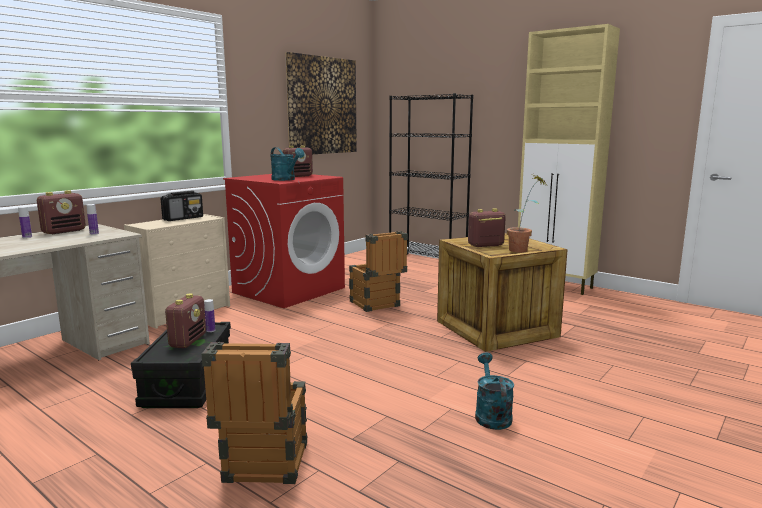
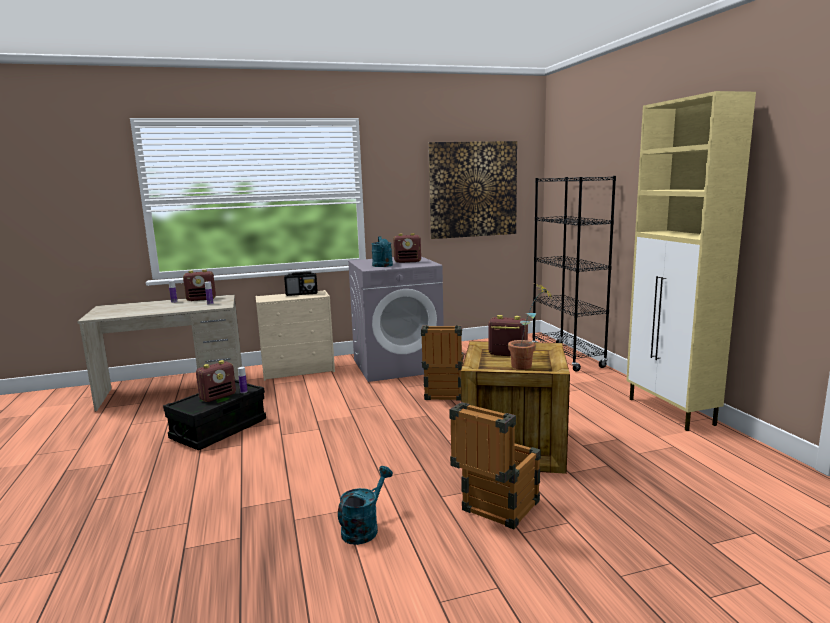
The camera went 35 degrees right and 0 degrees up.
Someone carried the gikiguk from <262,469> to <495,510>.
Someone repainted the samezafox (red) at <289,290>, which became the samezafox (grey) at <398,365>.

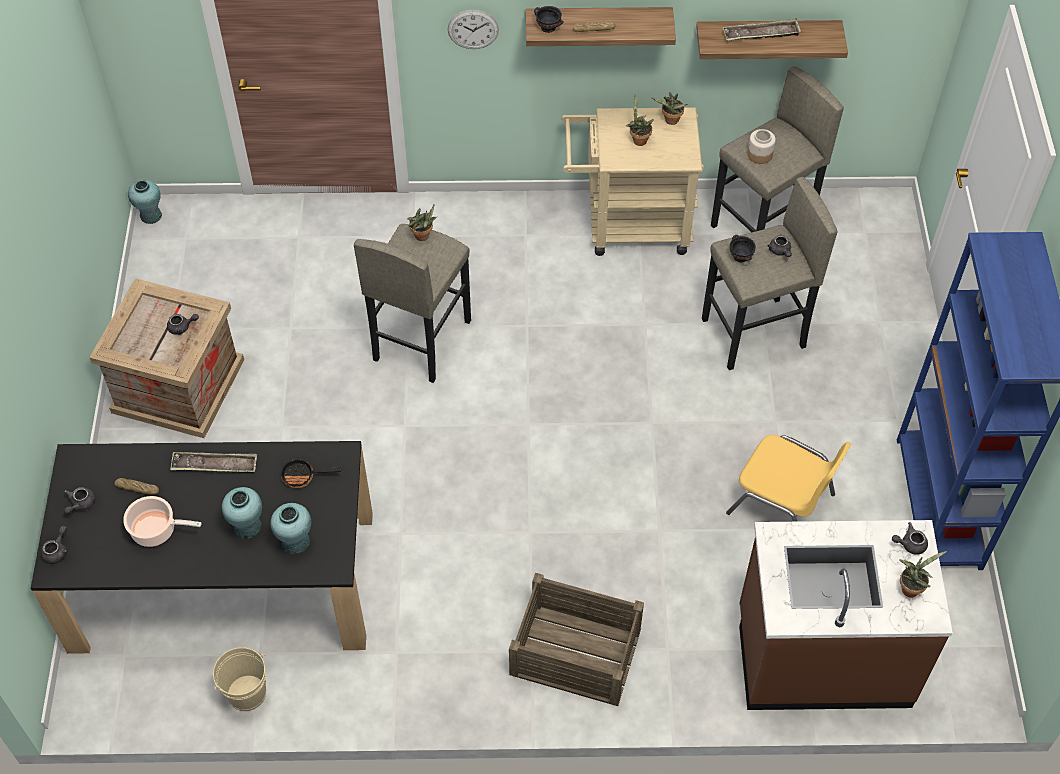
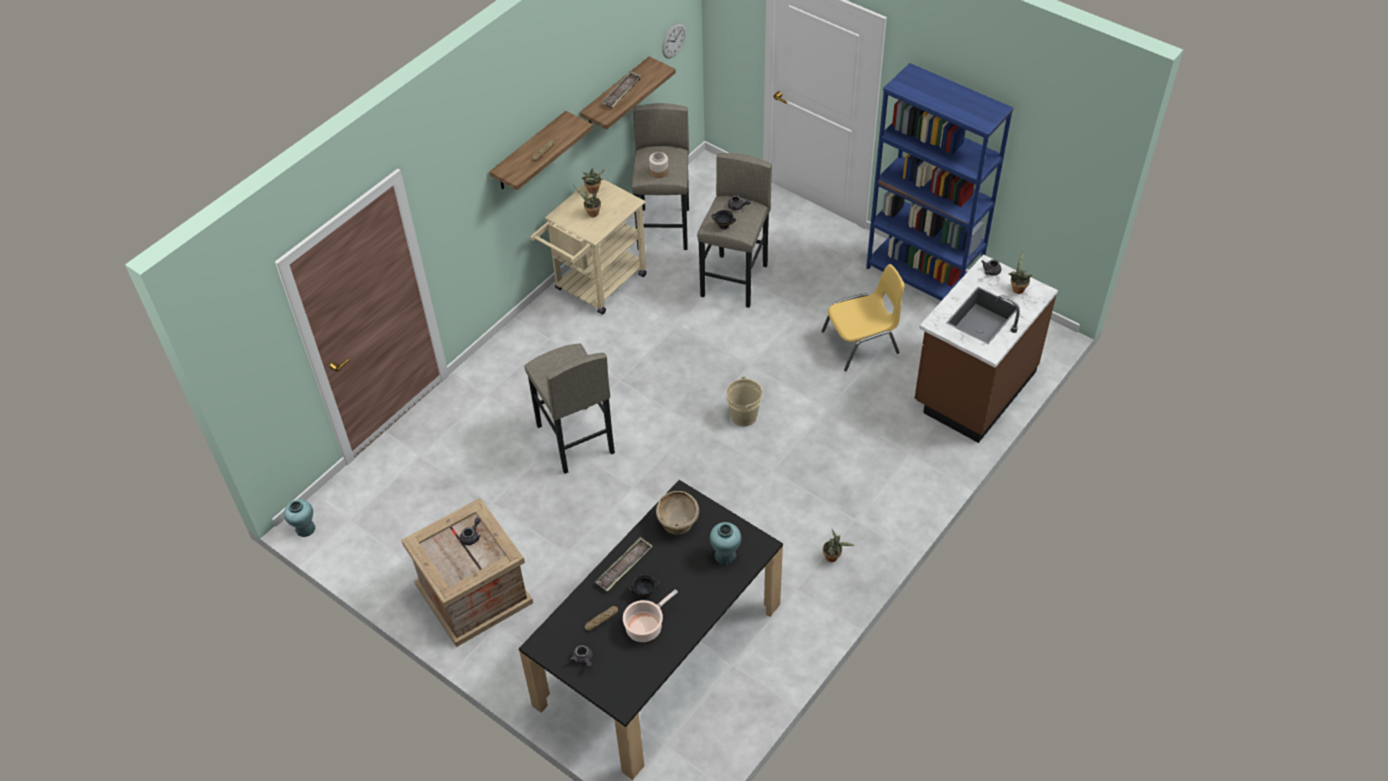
The camera went 50 degrees left and 5 degrees down.
Someone took away the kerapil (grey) at <57,551>.
Someone carried the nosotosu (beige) from <246,693> to <743,416>.
Someone took away the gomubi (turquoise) at <248,526>.
Someone swapped the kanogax at <303,476> for the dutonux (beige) at <678,524>.
Someone carried the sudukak from <423,237> to <833,557>.
Someone carried the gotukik from <473,29> to <673,40>.
Someone took away the gikiguk at <575,653>.
Someone carried the dutonux (black) from <548,27> to <644,592>.

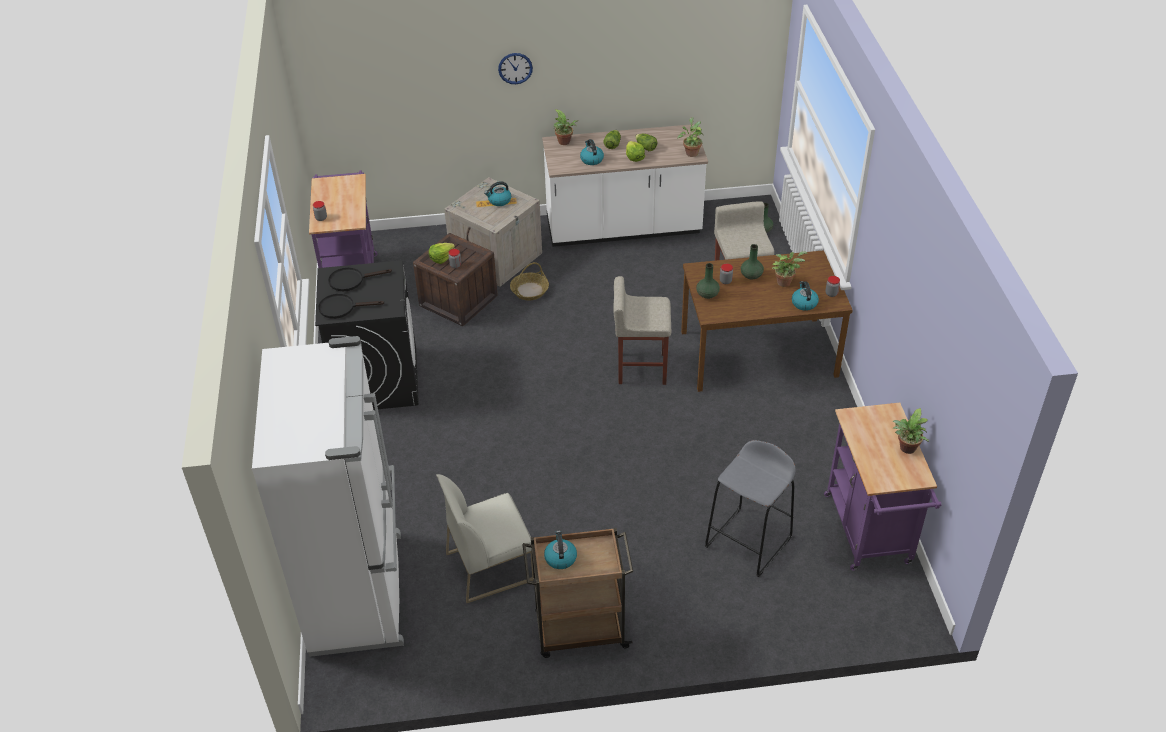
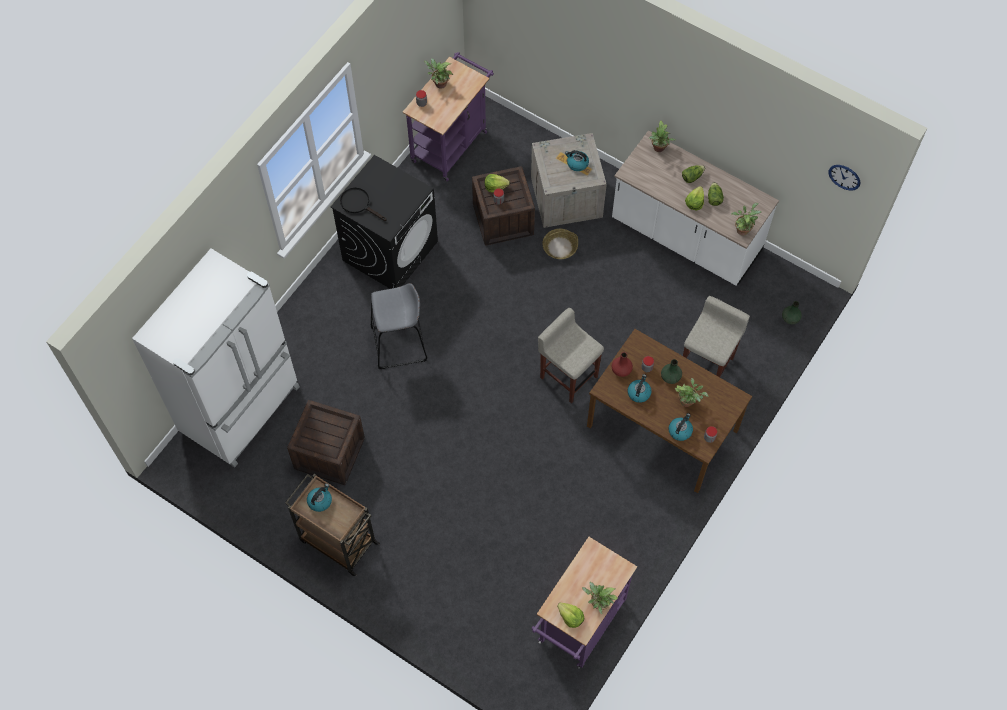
The camera went 40 degrees right and 20 degrees up.
Someone took away the kanogax (black) at <351,280>.
Someone swapped the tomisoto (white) at <490,566> for the gikiguk at <329,453>.
Someone carried the gotukik from <515,68> to <844,177>.
Someone carried the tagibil from <591,159> to <639,392>.
Someone repainted the gomubi (green) at <707,294>, which became the gomubi (red) at <621,370>.
Someone carried the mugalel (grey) from <749,542> to <399,344>.
Someone put down the sudukak at <439,84>.
Someone put down the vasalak at <570,617>.

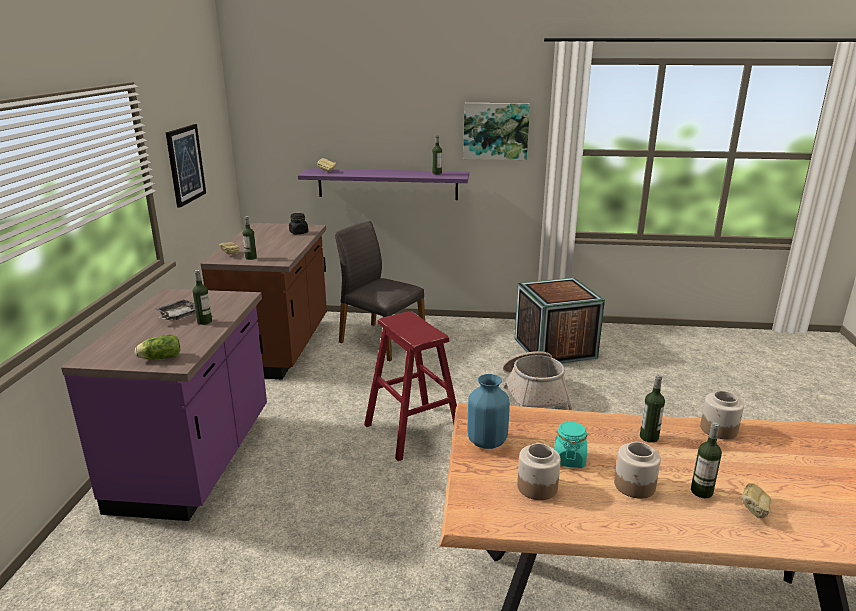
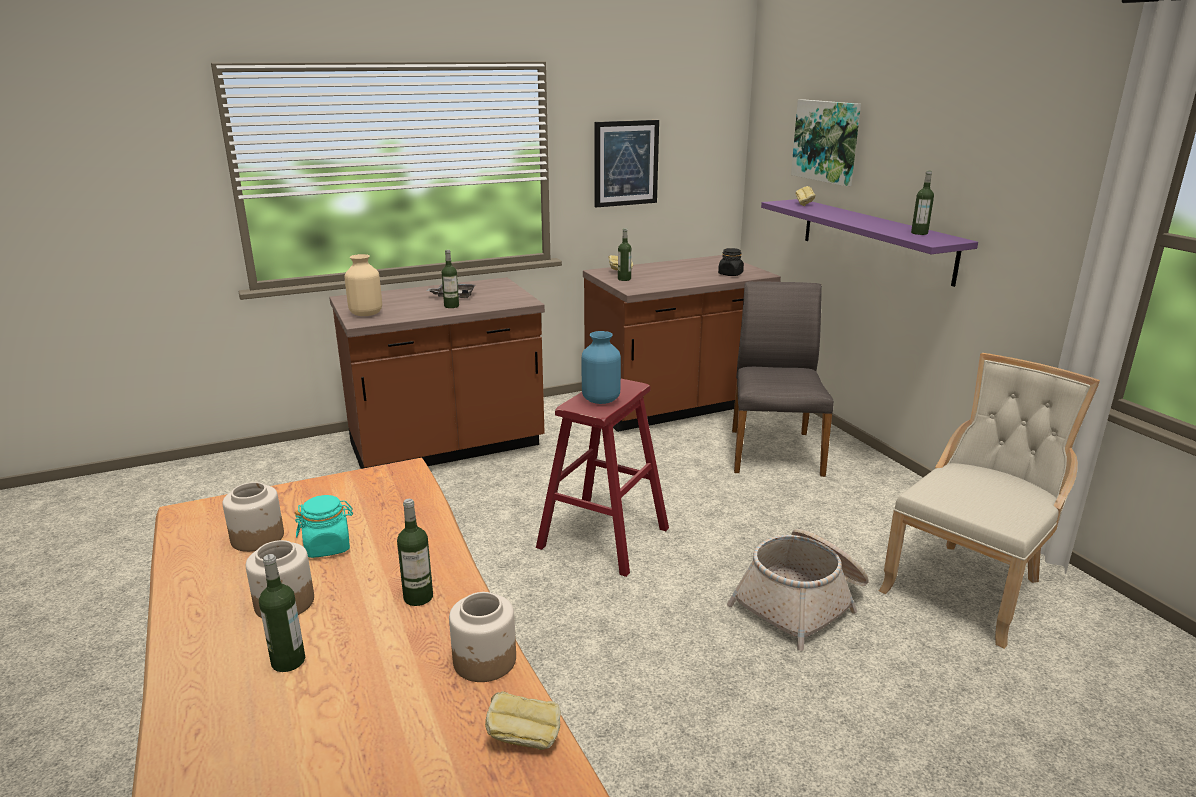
The camera went 60 degrees right and 0 degrees up.
Someone repainted the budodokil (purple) at <196,460>, which became the budodokil (brown) at <447,447>.
Someone swapped the vasalak at <159,358> for the gomubi (beige) at <366,314>.
Someone carried the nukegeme from <495,131> to <826,141>.
Someone carried the gomubi (blue) from <487,441> to <601,400>.
Someone swapped the gikiguk at <554,348> for the tomisoto (beige) at <969,586>.
Someone carried the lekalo from <753,512> to <524,739>.

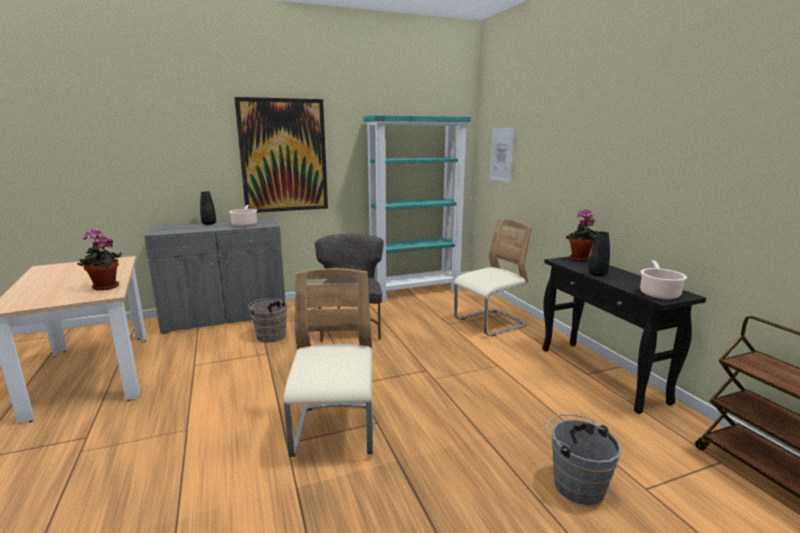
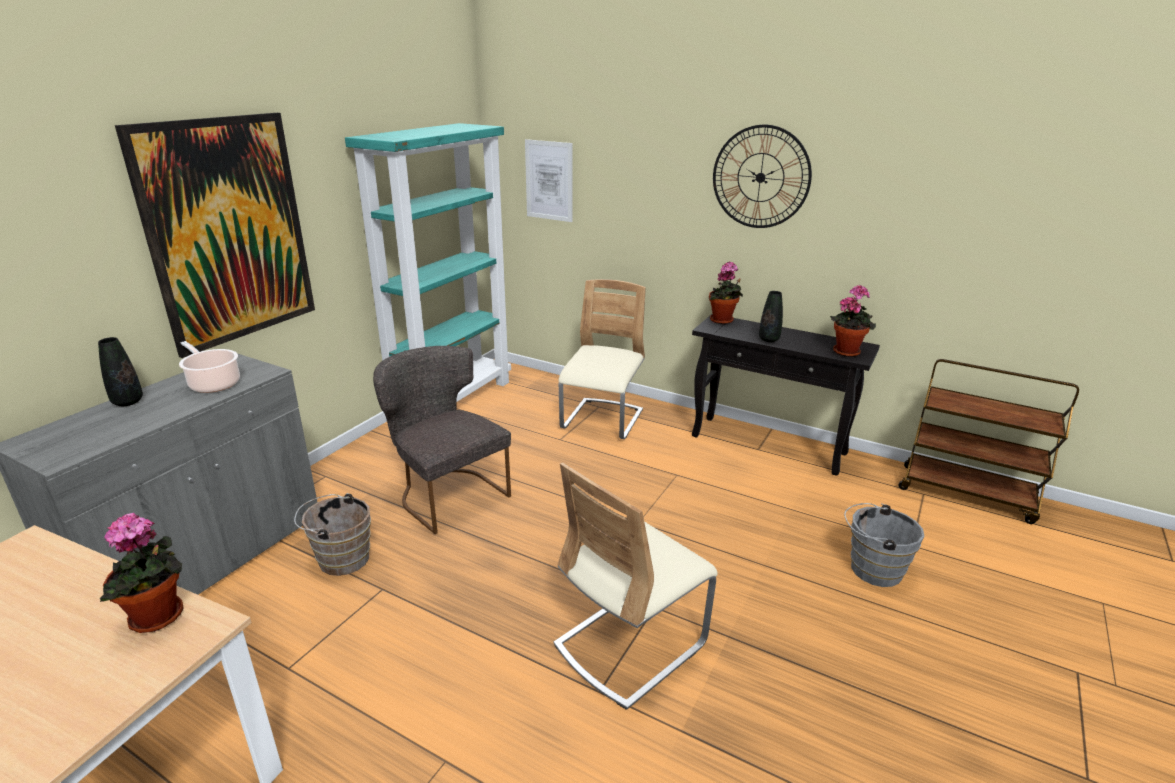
The camera went 40 degrees left and 10 degrees up.
Someone rotated the tomisoto (beige) at <335,432> by 90 degrees counterclockwise.
Someone swapped the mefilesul at <659,293> for the sudukak at <847,351>.
Someone put up the gotukik at <760,177>.

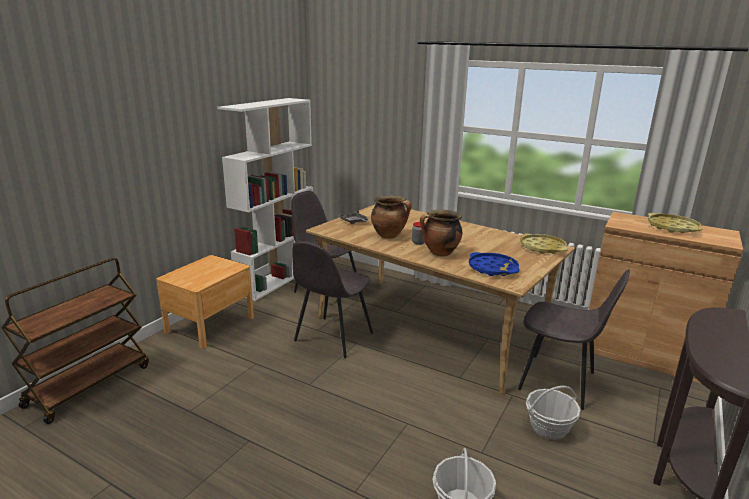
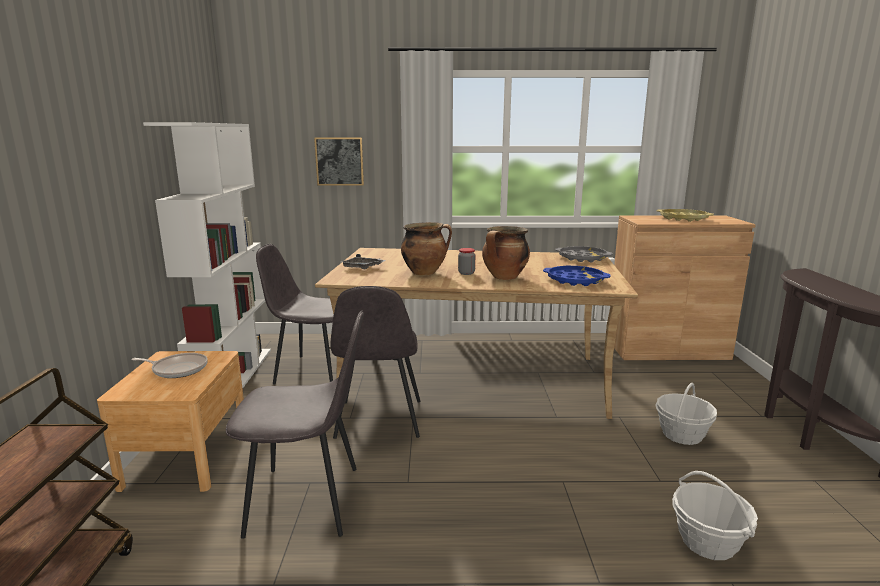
The camera went 30 degrees left and 5 degrees down.
Someone carried the tomisoto (grey) from <559,382> to <308,500>.
Someone repainted the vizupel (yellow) at <542,248>, which became the vizupel (grey) at <582,258>.
Someone put down the kanogax at <178,369>.
Someone put up the nukegeme at <339,161>.

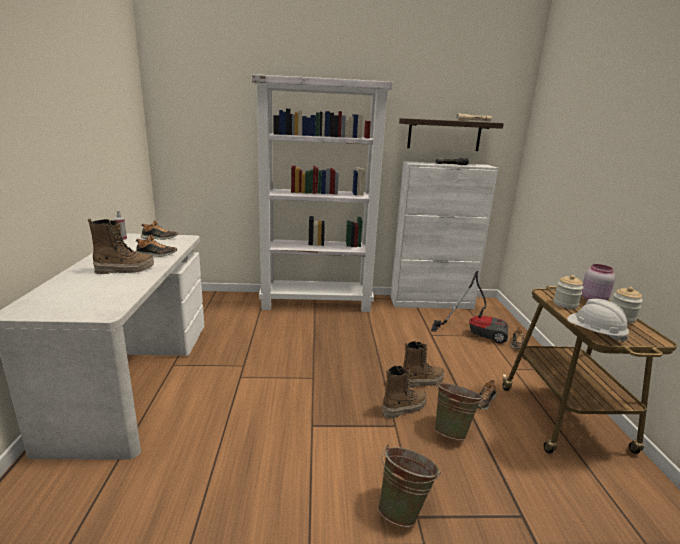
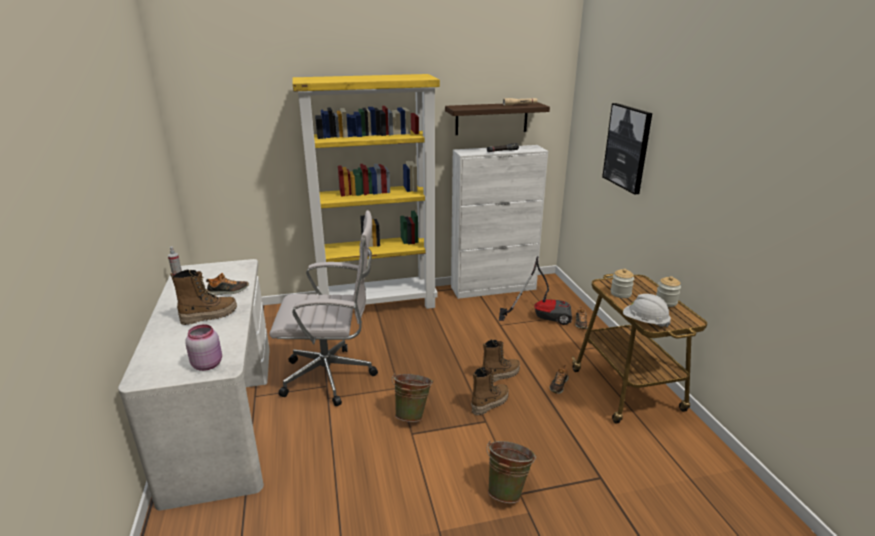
The camera went 10 degrees left and 5 degrees up.
Someone took away the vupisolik at <159,238>.
Someone repainted the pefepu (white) at <317,303>, which became the pefepu (yellow) at <378,304>.
Someone carried the nosotosu (green) from <452,431> to <412,414>.
Someone carried the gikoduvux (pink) from <593,299> to <208,364>.
Someone put down the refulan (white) at <332,376>.
Someone put up the nukegeme at <627,147>.

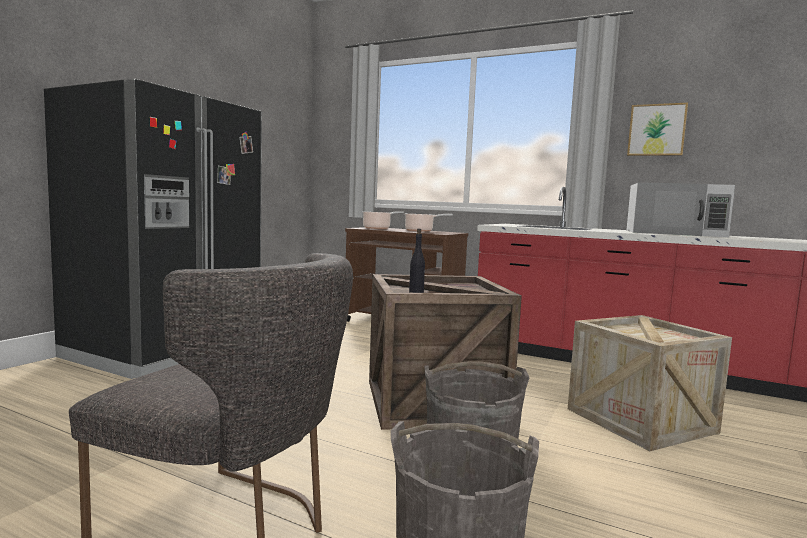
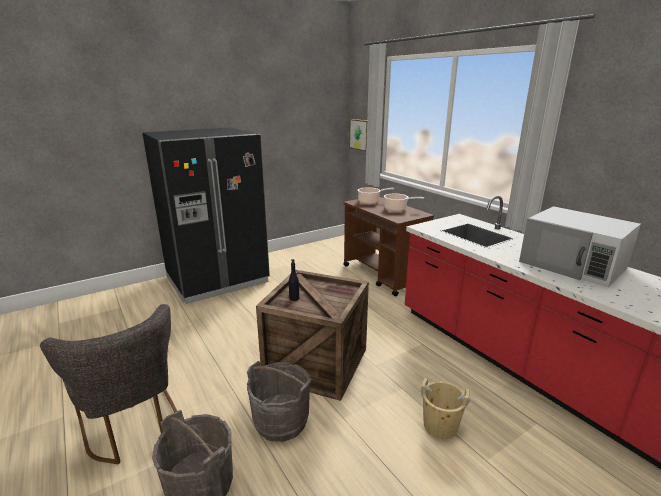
The camera went 30 degrees right and 15 degrees up.
Someone swapped the gikiguk at <640,420> for the nosotosu (beige) at <440,426>.
Someone carried the nukegeme from <656,130> to <360,134>.

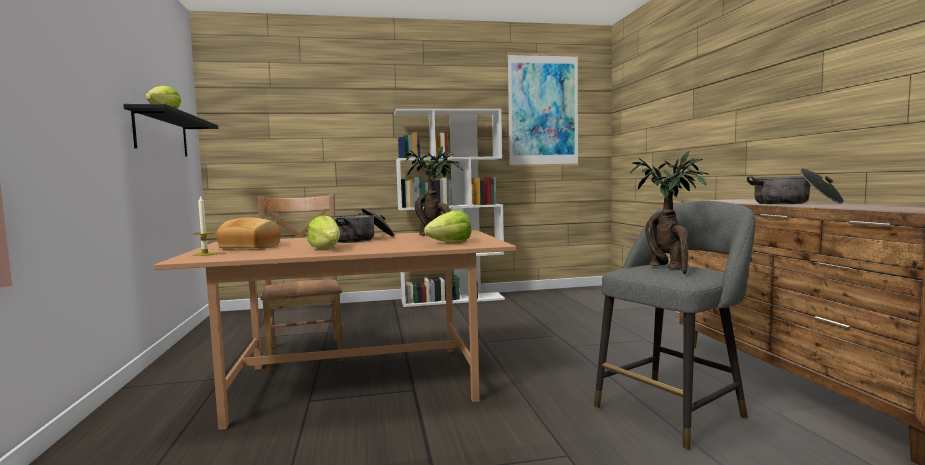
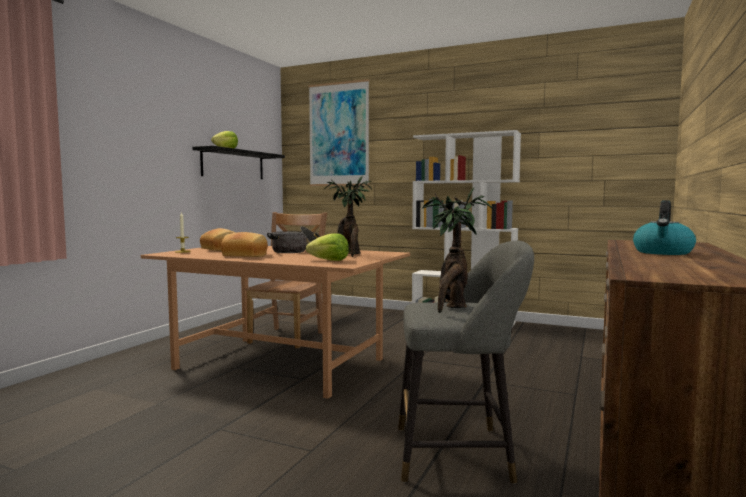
The camera went 35 degrees right and 0 degrees up.
Someone swapped the vasalak at <326,249> for the lekalo at <245,255>.
Someone carried the nukegeme from <543,110> to <339,134>.
Someone swapped the mefilesul at <794,203> for the tagibil at <663,252>.

